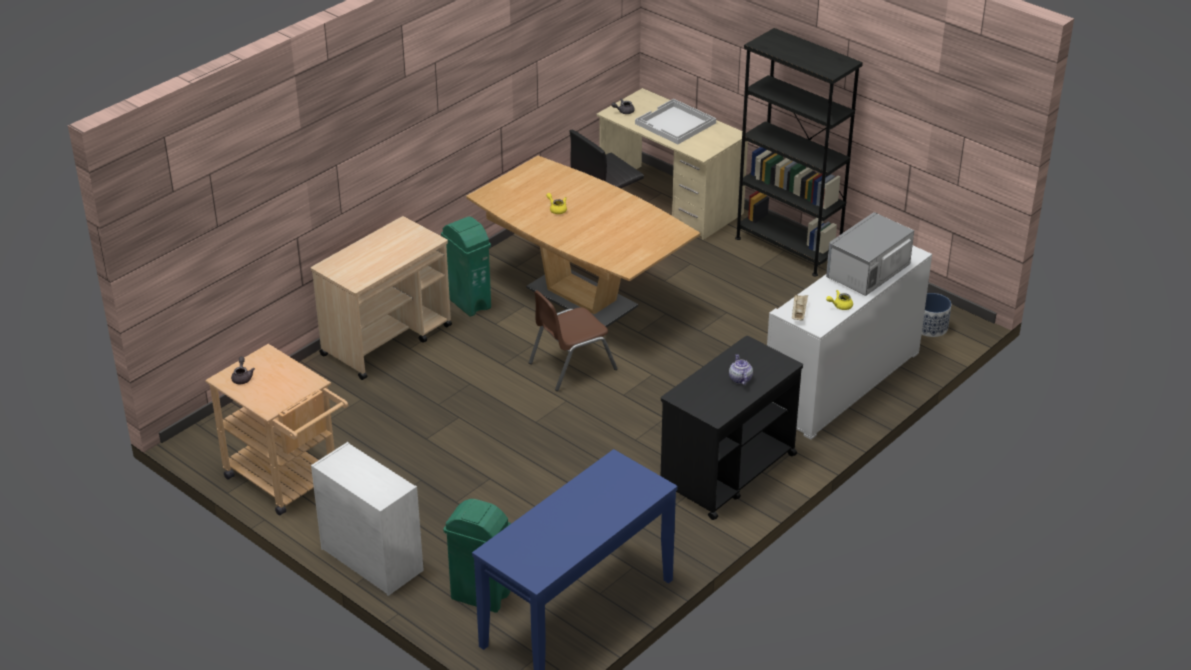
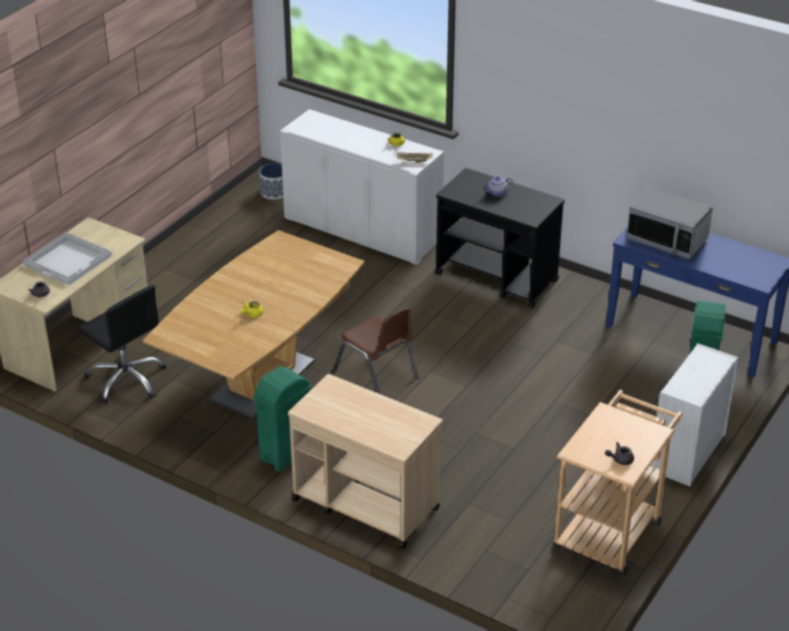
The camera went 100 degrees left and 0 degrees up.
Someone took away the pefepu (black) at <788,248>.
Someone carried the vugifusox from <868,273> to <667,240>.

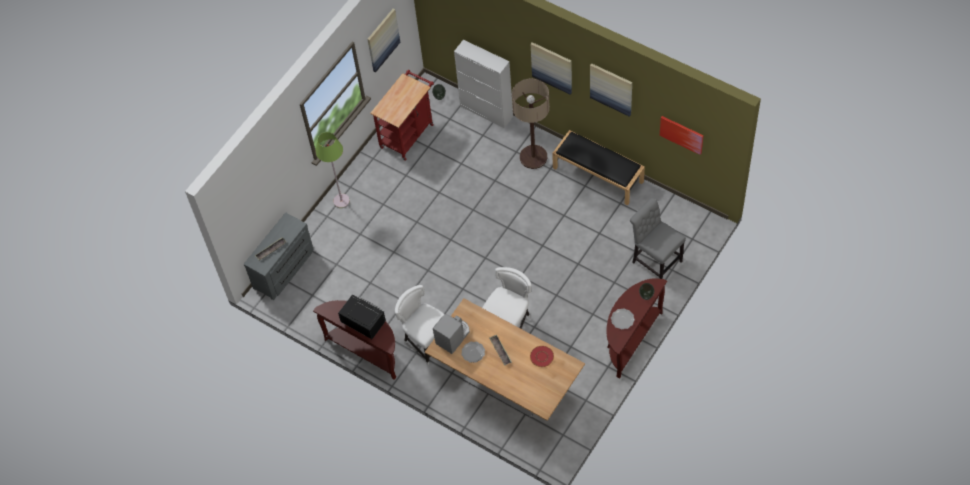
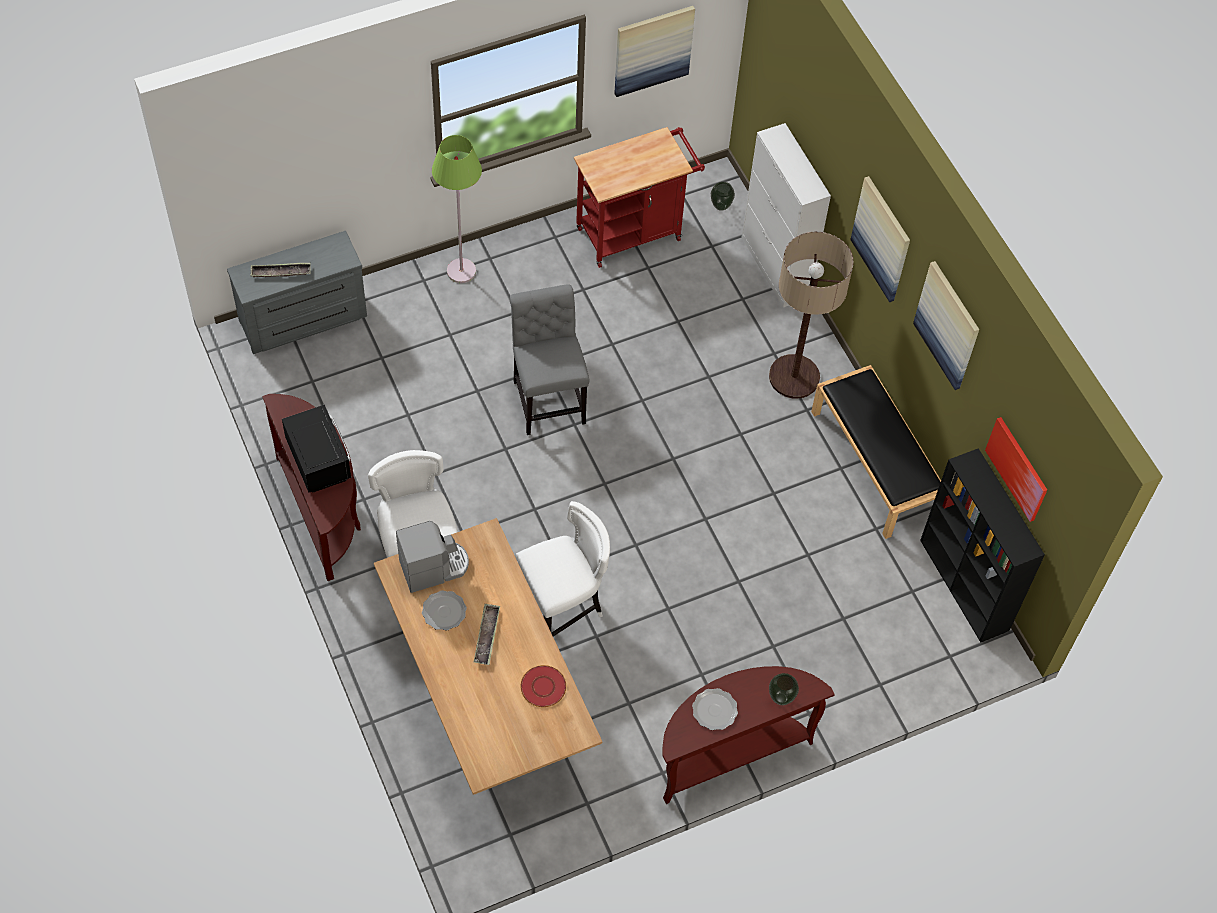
The camera went 25 degrees right and 0 degrees up.
Someone carried the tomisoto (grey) from <655,260> to <548,398>.
Someone put down the pefepu (black) at <965,586>.

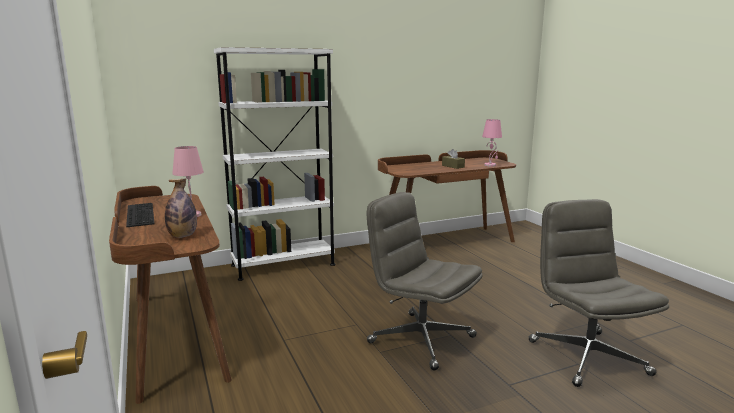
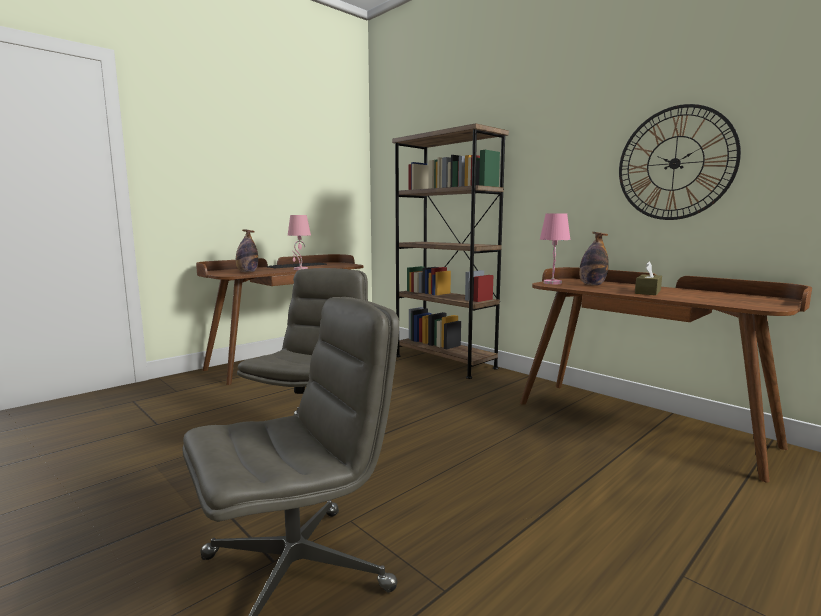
The camera went 70 degrees right and 5 degrees down.
Someone repainted the pefepu (white) at <283,265>, which became the pefepu (brown) at <444,362>.
Someone carried the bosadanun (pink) from <490,165> to <553,283>.
Someone put down the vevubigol at <592,285>.
Someone put up the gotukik at <675,163>.

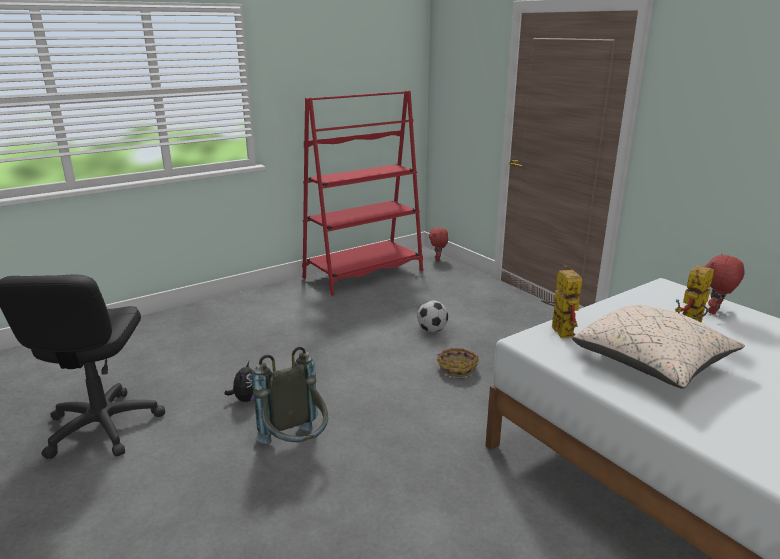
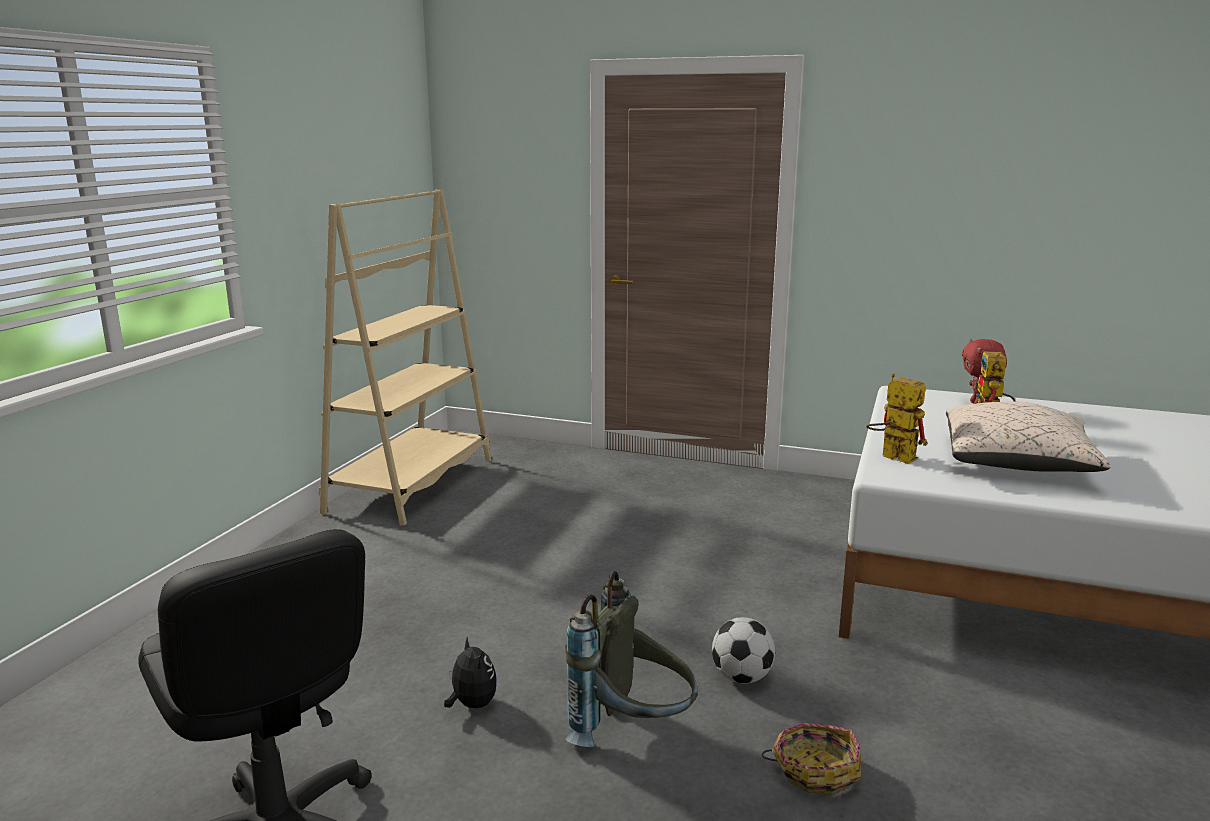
The camera went 35 degrees left and 5 degrees down.
Someone repainted the pefepu (red) at <364,274>, which became the pefepu (beige) at <412,485>.
Someone carried the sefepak from <432,330> to <741,677>.
Someone took away the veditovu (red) at <438,259>.
Someone carried the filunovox from <457,368> to <815,770>.

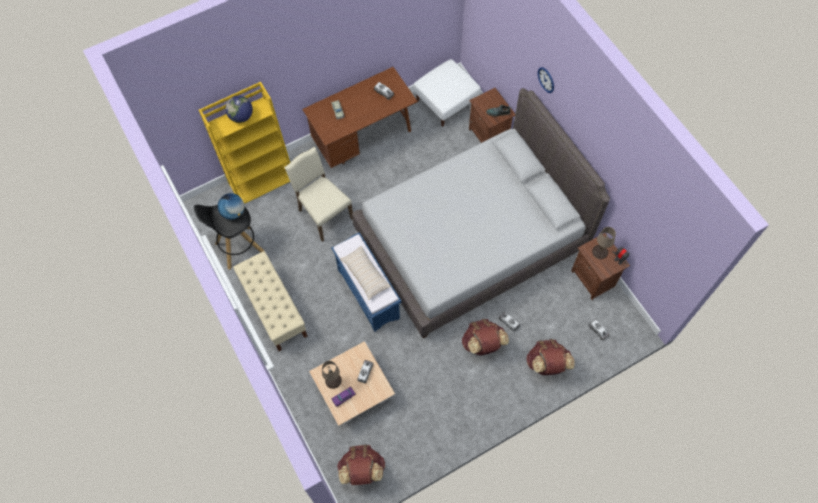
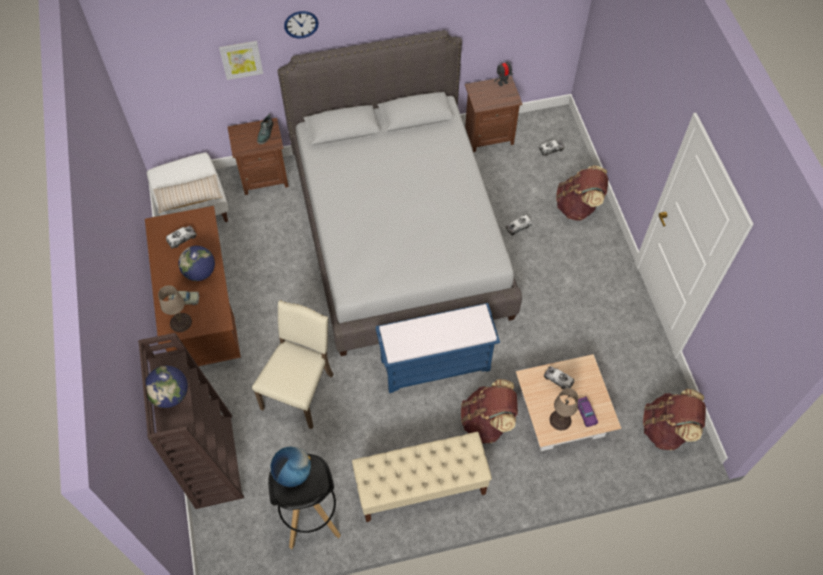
The camera went 75 degrees left and 5 degrees down.
Someone repainted the pefepu (yellow) at <262,180>, which became the pefepu (brown) at <213,460>.
Someone rotated the tomisoto (beige) at <324,214> by 135 degrees clockwise.
Someone carried the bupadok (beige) from <365,274> to <189,198>.
Someone carried the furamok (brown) from <483,344> to <487,421>.
Someone carried the bosadanun (beige) from <600,252> to <181,322>.
Someone put down the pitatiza at <200,272>.
Someone put up the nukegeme at <241,59>.

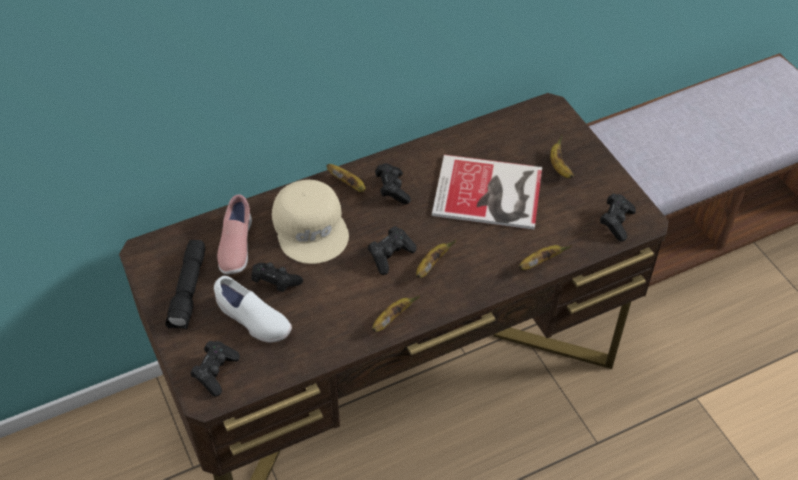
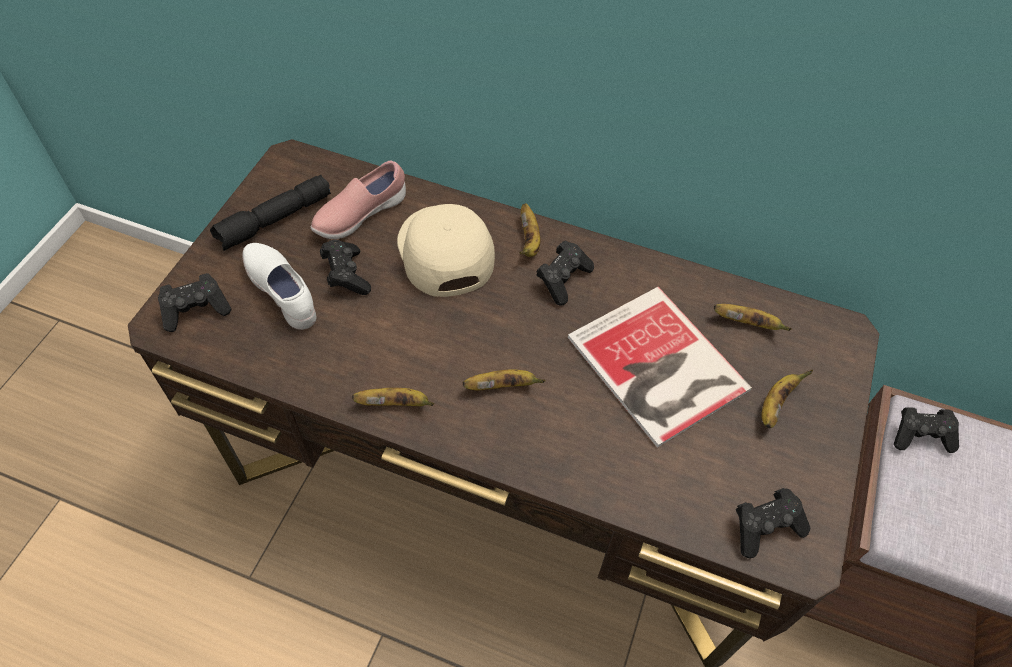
The camera went 45 degrees right and 5 degrees up.
Someone rotated the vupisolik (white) at <253,321> by 150 degrees clockwise.
Someone rotated the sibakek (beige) at <311,227> by 135 degrees clockwise.
Someone carried the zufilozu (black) from <390,255> to <920,436>.
Someone carried the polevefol from <540,262> to <747,323>.

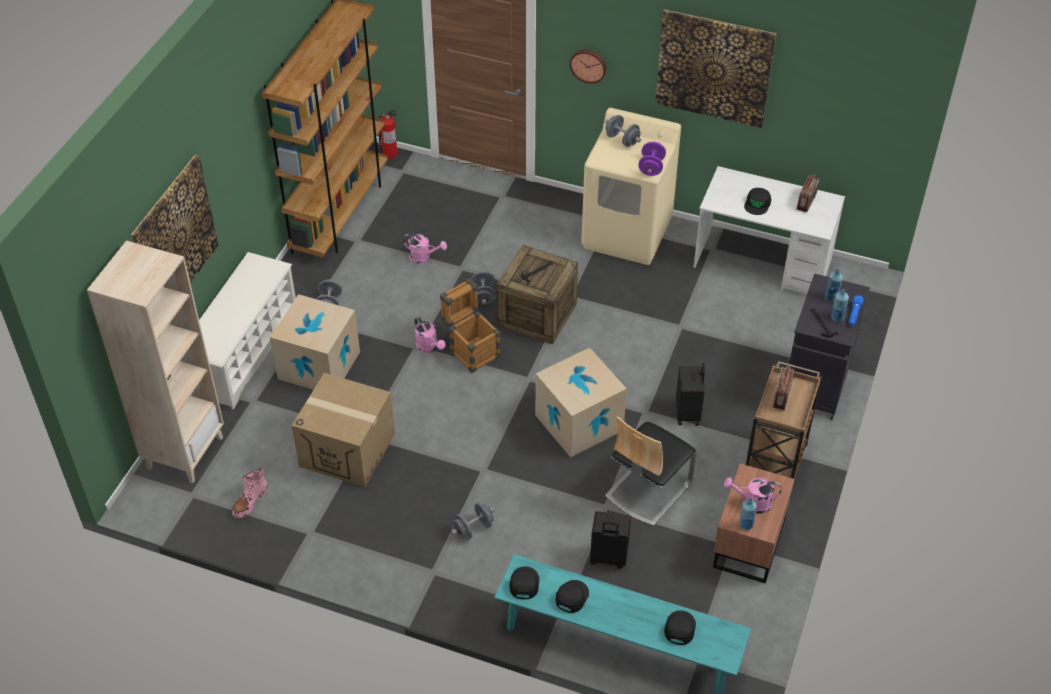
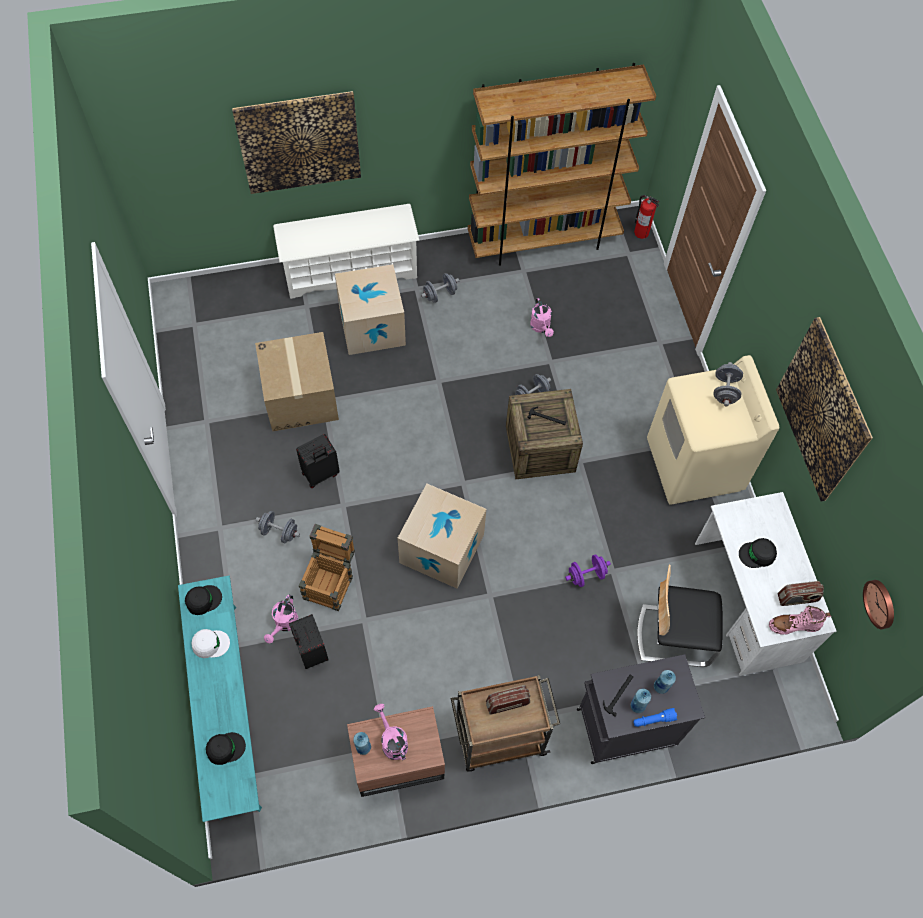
The camera went 55 degrees right and 15 degrees up.
Someone took away the pefepu (beige) at <185,452>.
Someone carried the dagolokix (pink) from <250,501> to <794,625>.
Someone carried the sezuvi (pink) from <429,347> to <284,624>.
Someone carried the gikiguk from <471,350> to <331,582>.
Someone repainted the sibakek (black) at <571,597>, which became the sibakek (white) at <210,644>.
Someone carried the gotukik from <588,65> to <881,603>.
Someone carried the tomisoto from <647,489> to <674,635>.
Someone carried the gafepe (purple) from <651,168> to <586,575>.
Someone carried the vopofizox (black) from <688,413> to <321,474>.

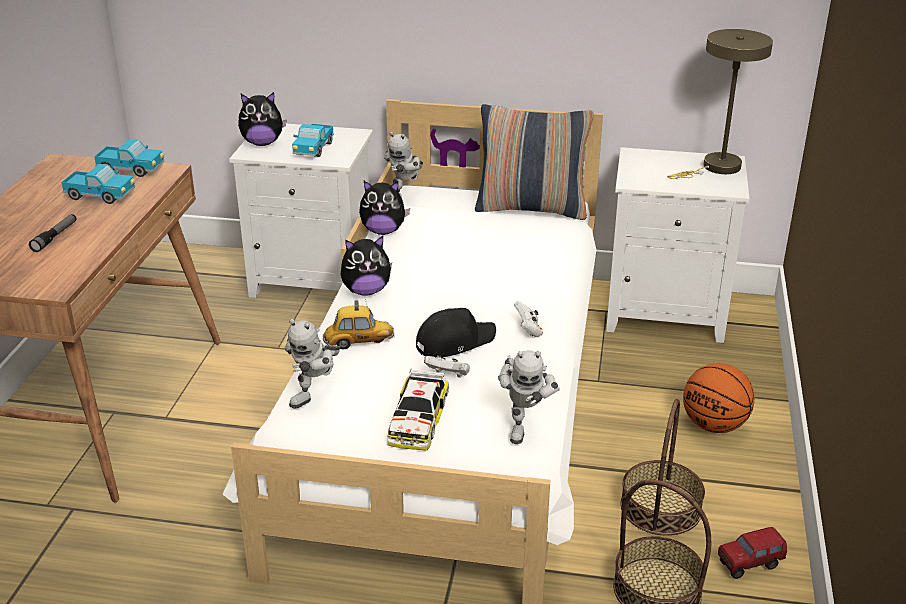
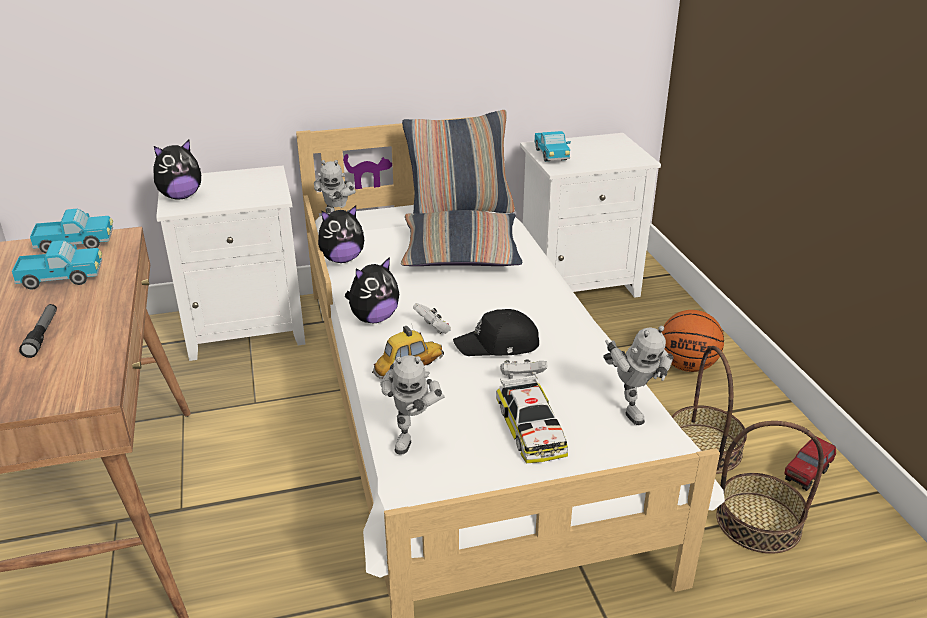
The camera went 25 degrees left and 0 degrees up.
Someone carried the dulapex from <313,149> to <551,155>.
Someone rotated the sibakek (black) at <454,342> by 135 degrees counterclockwise.
Someone carried the zufilozu (white) from <528,330> to <433,329>.
Someone took away the bosadanun (beige) at <716,168>.
Someone put down the bupadok at <460,254>.

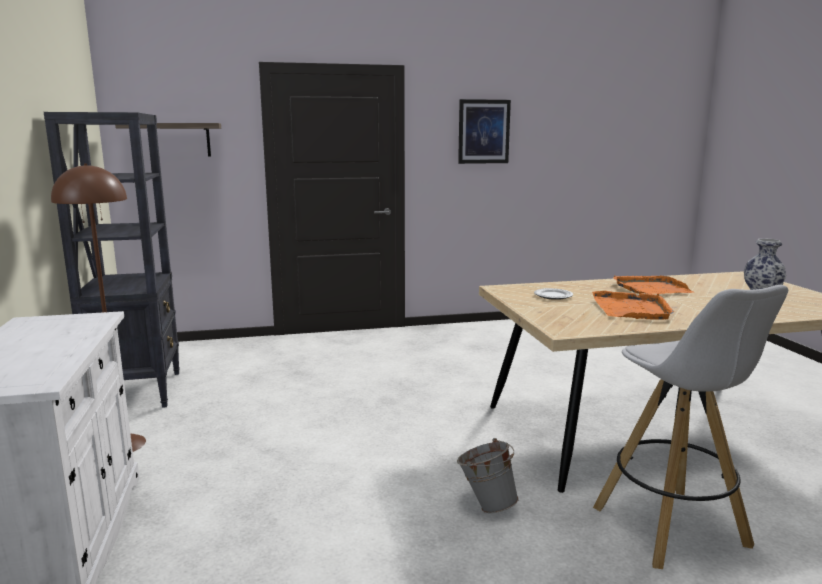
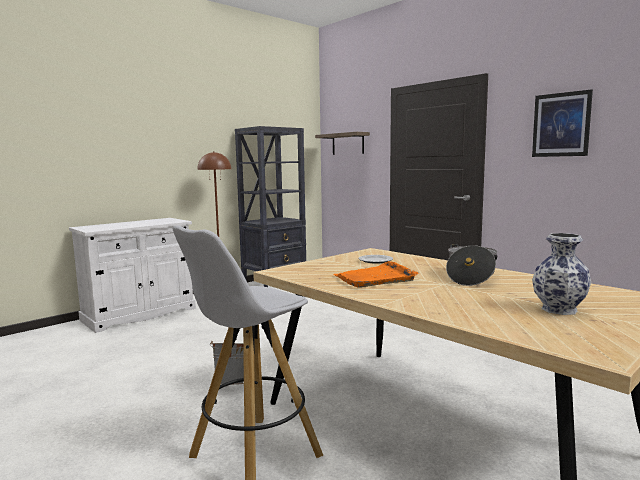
The camera went 60 degrees right and 5 degrees down.
Someone swapped the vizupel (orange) at <650,288> for the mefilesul at <470,277>.

